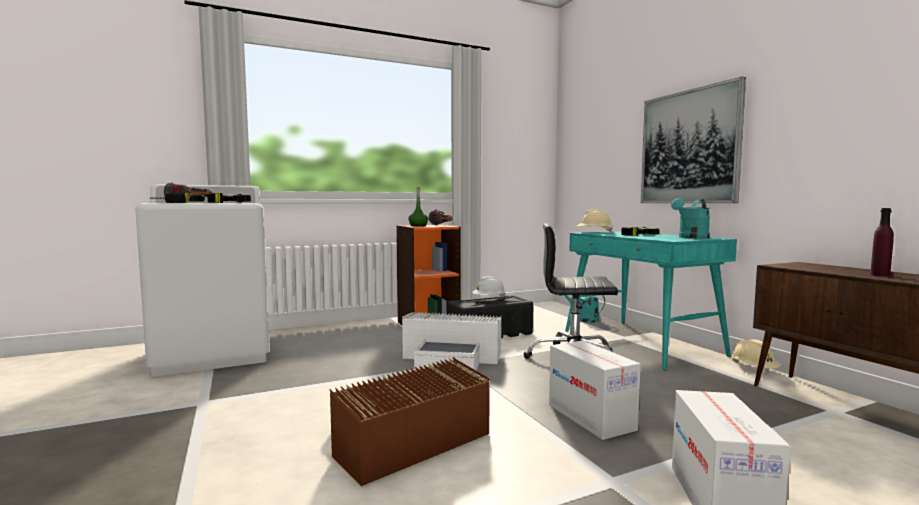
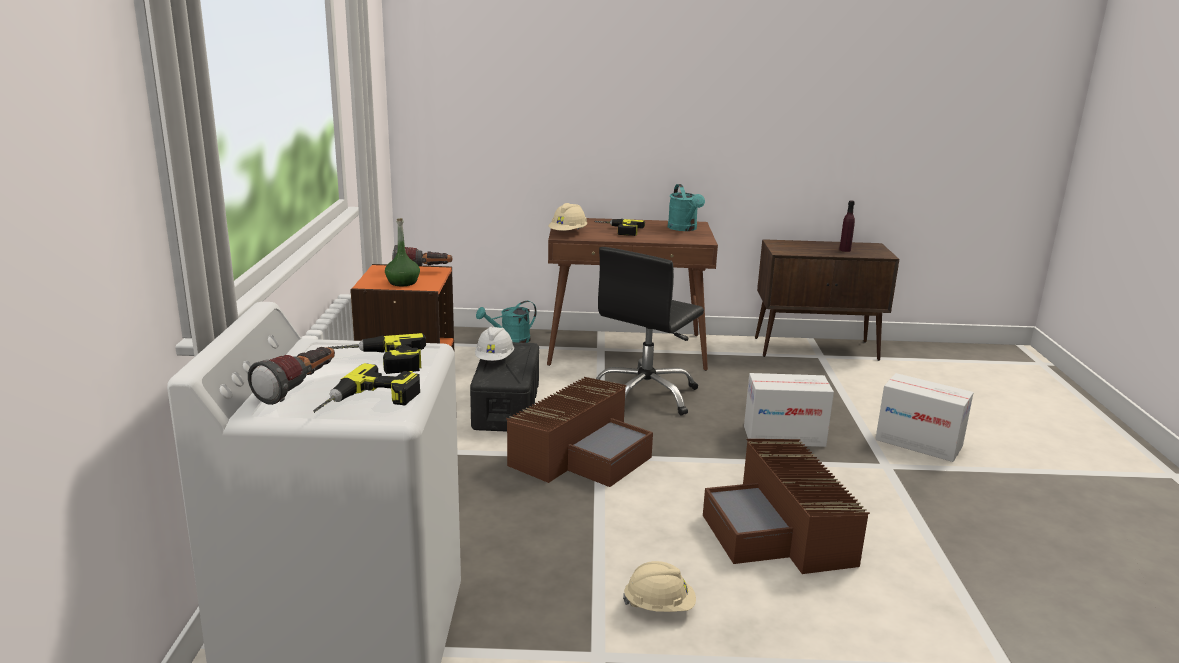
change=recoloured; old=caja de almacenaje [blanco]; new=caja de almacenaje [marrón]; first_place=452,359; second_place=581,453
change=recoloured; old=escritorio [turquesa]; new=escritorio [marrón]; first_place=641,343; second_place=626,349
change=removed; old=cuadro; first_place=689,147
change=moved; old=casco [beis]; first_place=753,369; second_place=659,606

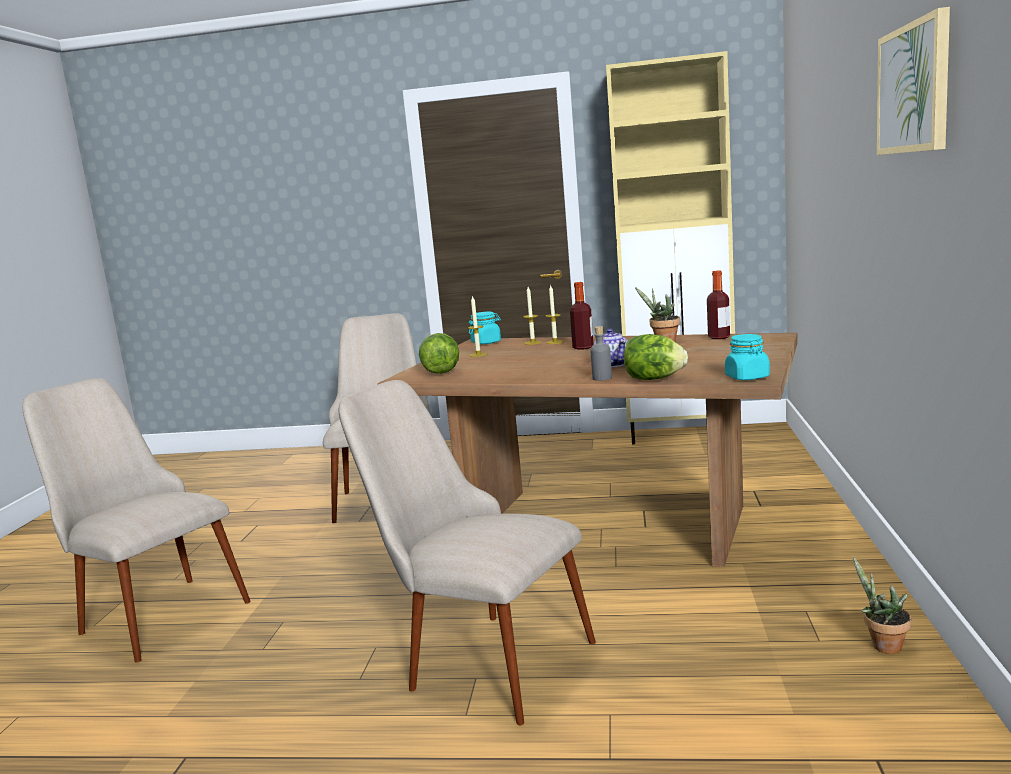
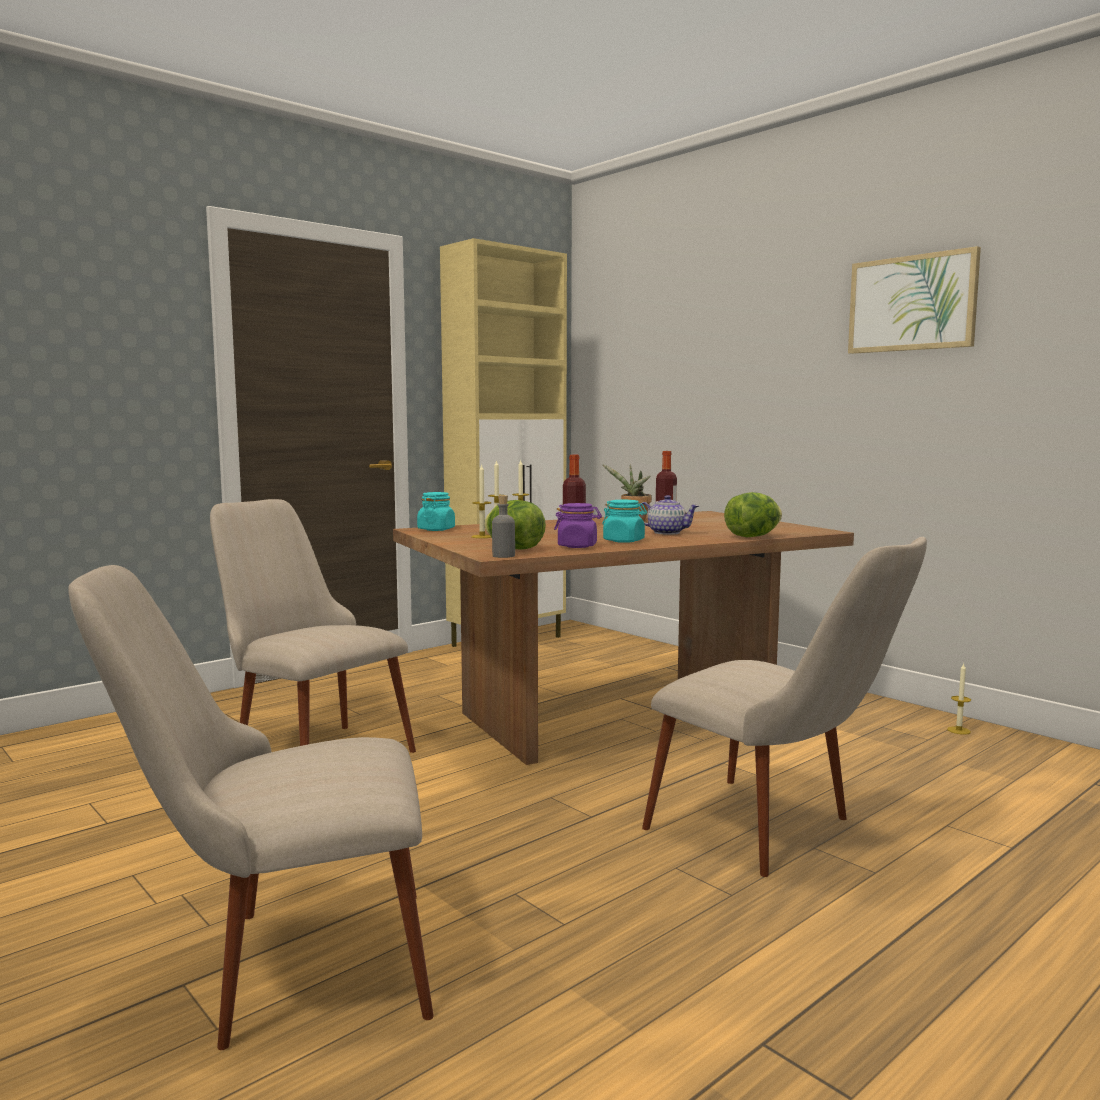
change=turned; old=silla [beis]; first_place=477,657; second_place=777,835; degrees=-120
change=moved; old=botella [gris]; first_place=602,378; second_place=503,556
change=moved; old=tarro [turquesa]; first_place=747,377; second_place=624,541
change=replaced; old=planta en maceta; new=vela; first_place=882,645; second_place=958,730
change=added; new=tarro [morado]; second_place=577,546

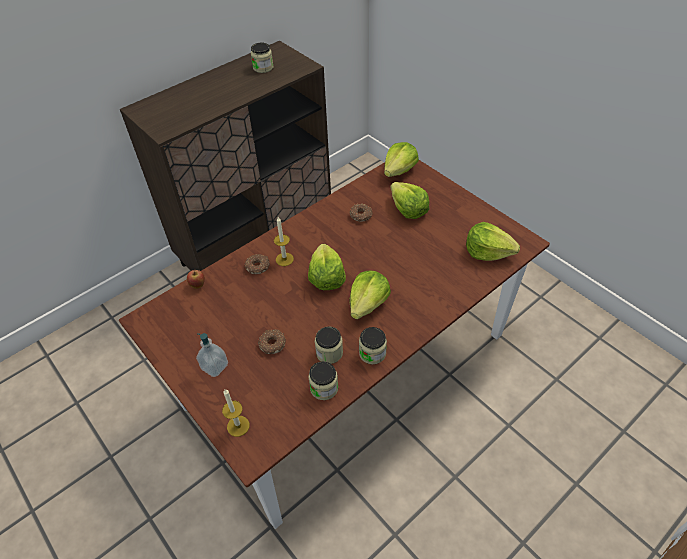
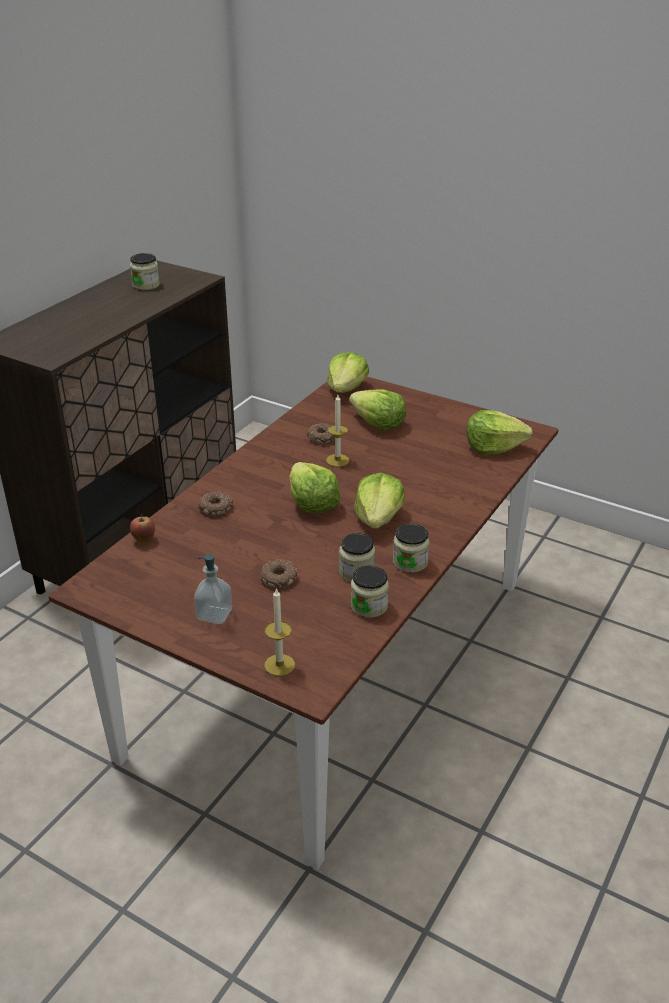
change=moved; old=vela; first_place=284,259; second_place=337,460

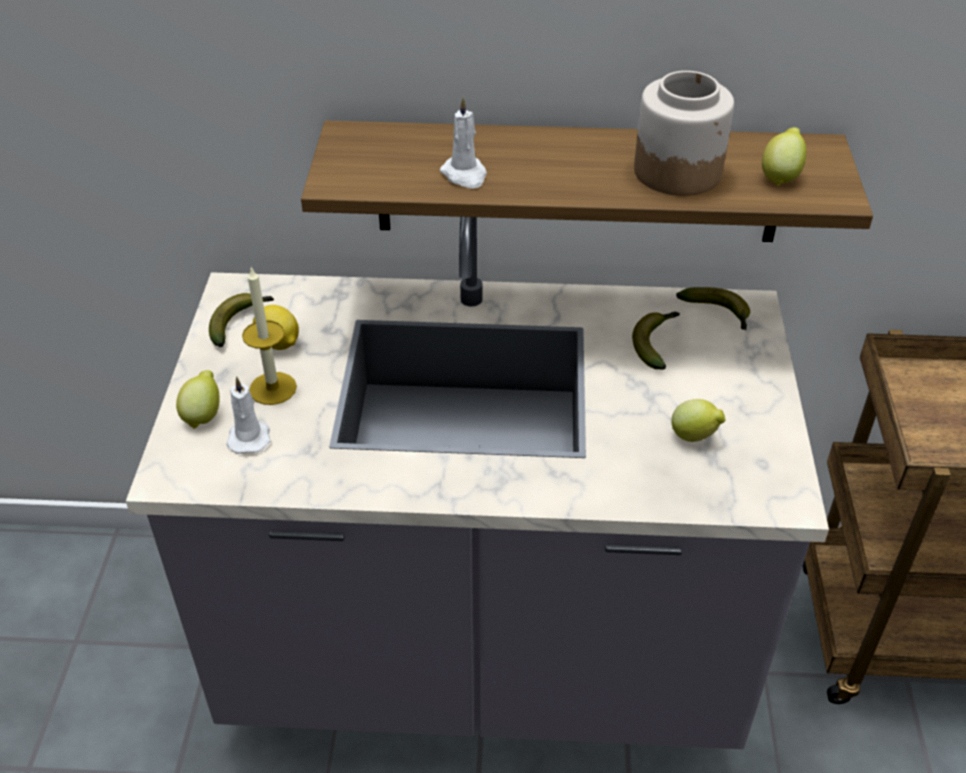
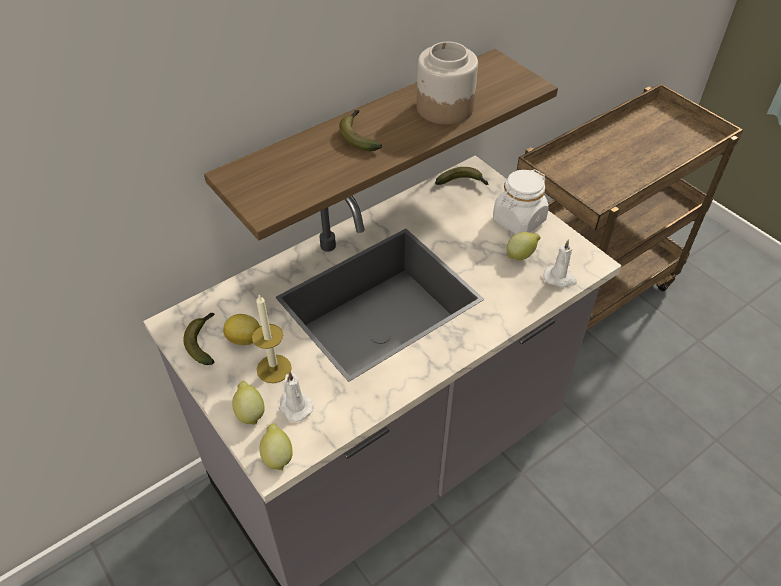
change=moved; old=vela [blanco]; first_place=465,175; second_place=560,278
change=moved; old=plátano; first_place=656,343; second_place=358,136
change=moved; old=limón; first_place=780,176; second_place=277,456
change=added; new=tarro [blanco]; second_place=518,220

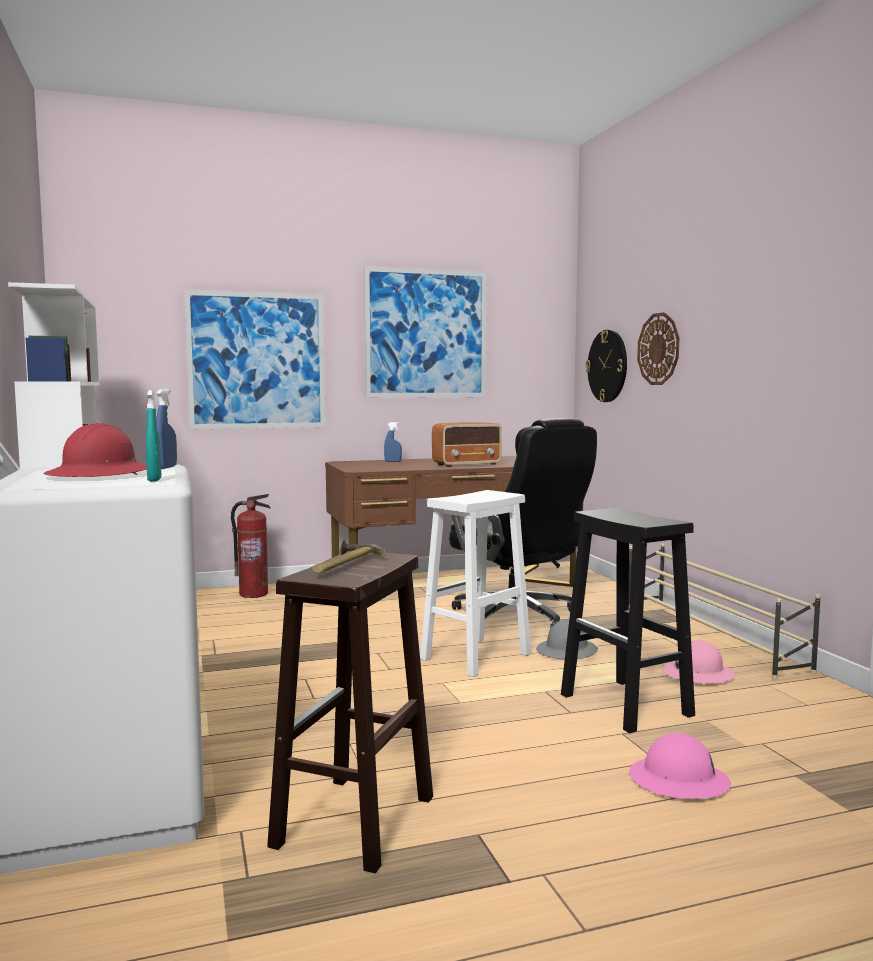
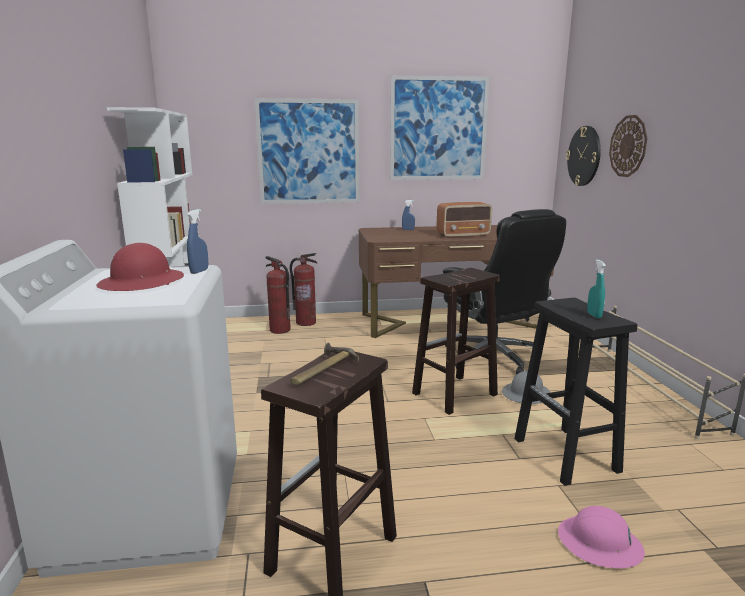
change=moved; old=pulverizador [turquesa]; first_place=154,480; second_place=594,315
change=recoloured; old=taburete [blanco]; new=taburete [marrón]; first_place=475,657; second_place=454,394
change=removed; old=casco [rosa]; first_place=697,674
change=added; new=extintor; second_place=280,330

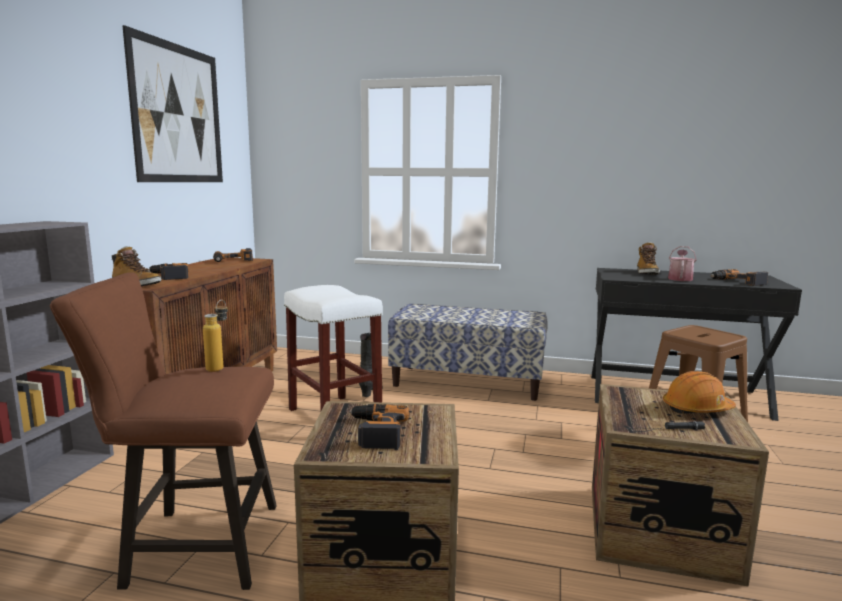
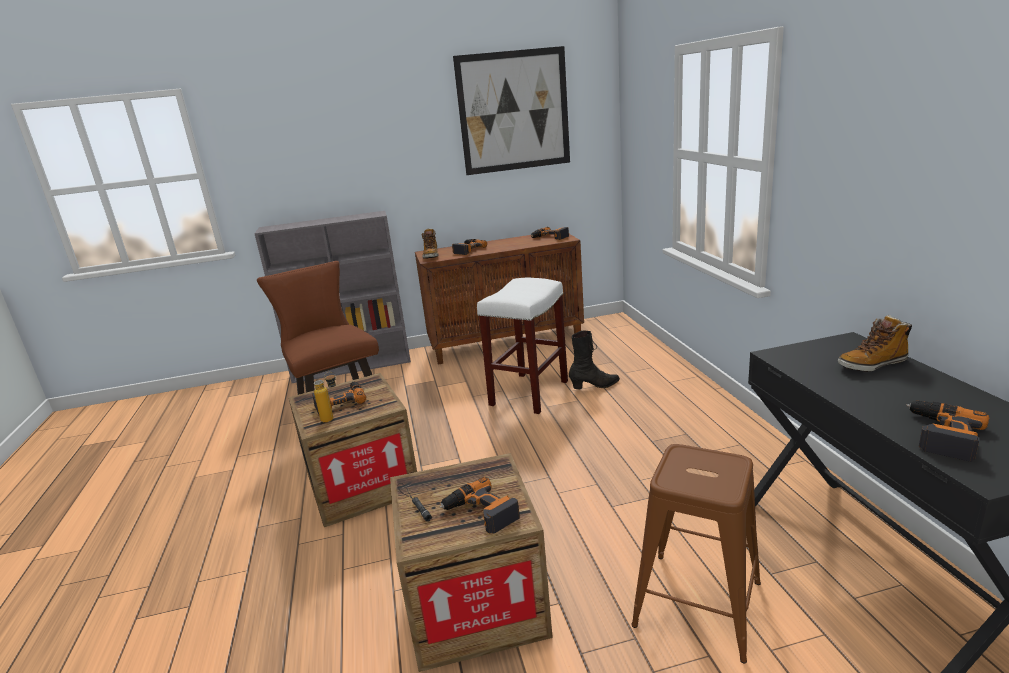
change=moved; old=botella; first_place=219,367; second_place=332,419
change=removed; old=banco; first_place=468,382
change=replaced; old=casco [naranja]; new=taladro; first_place=696,409; second_place=480,513
change=removed; old=regadera; first_place=680,278

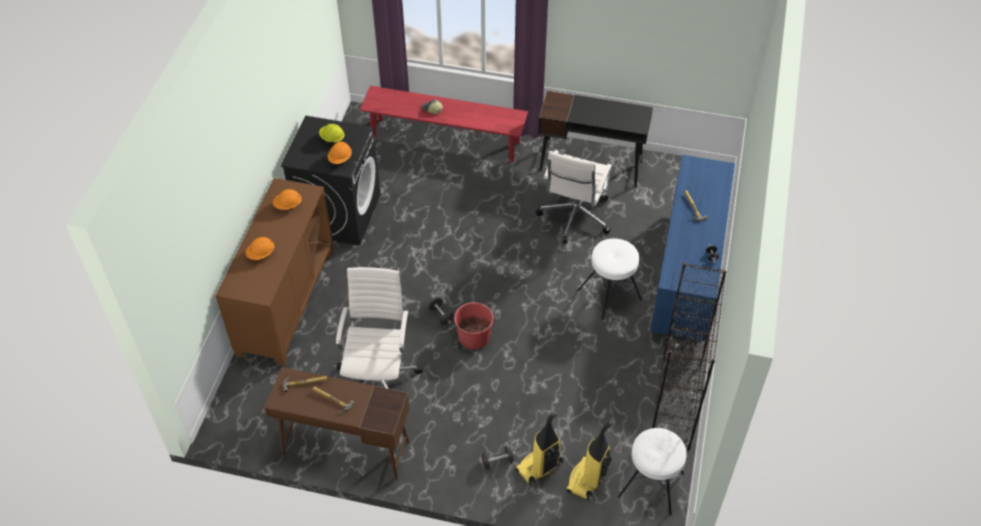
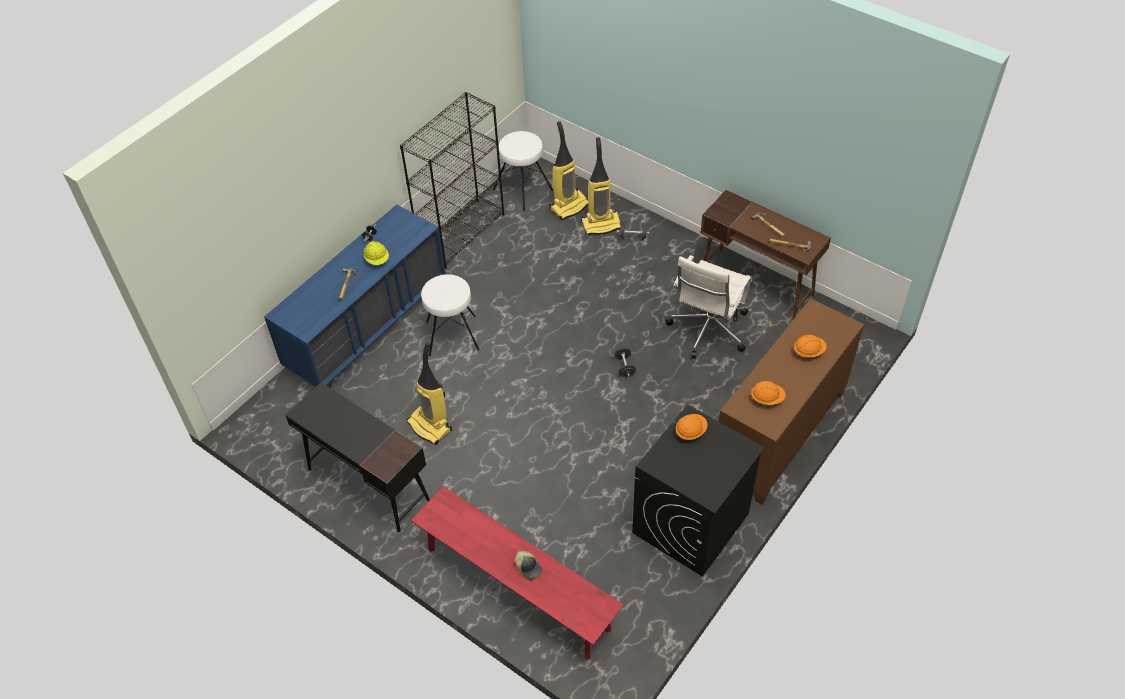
change=moved; old=casco [amarillo]; first_place=332,139; second_place=377,260
change=removed; old=cubo [rojo]; first_place=474,336
change=replaced; old=silla de oficina [blanco]; new=aspiradora; first_place=574,217; second_place=430,426

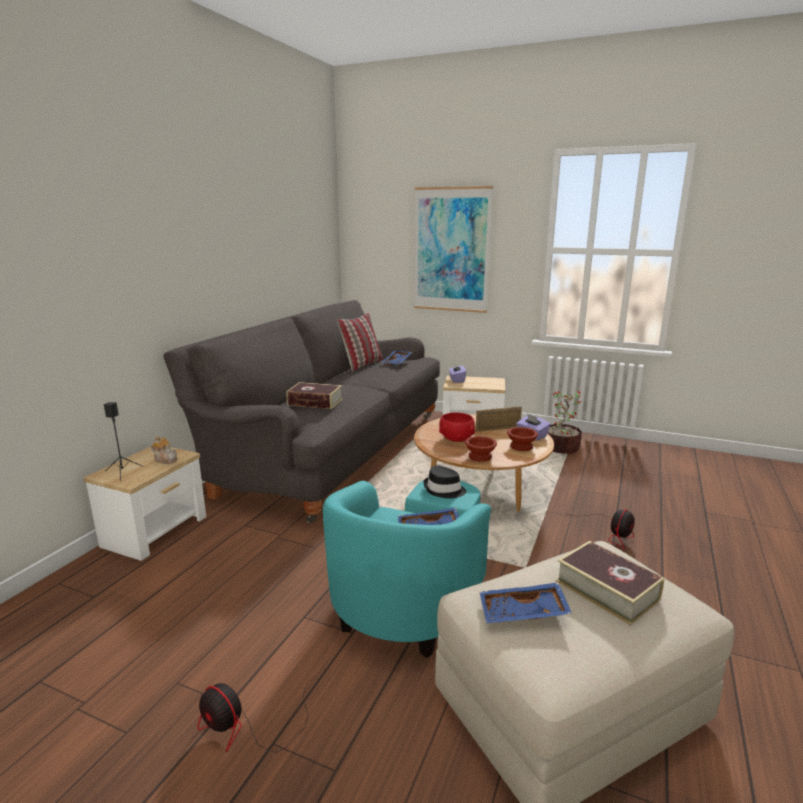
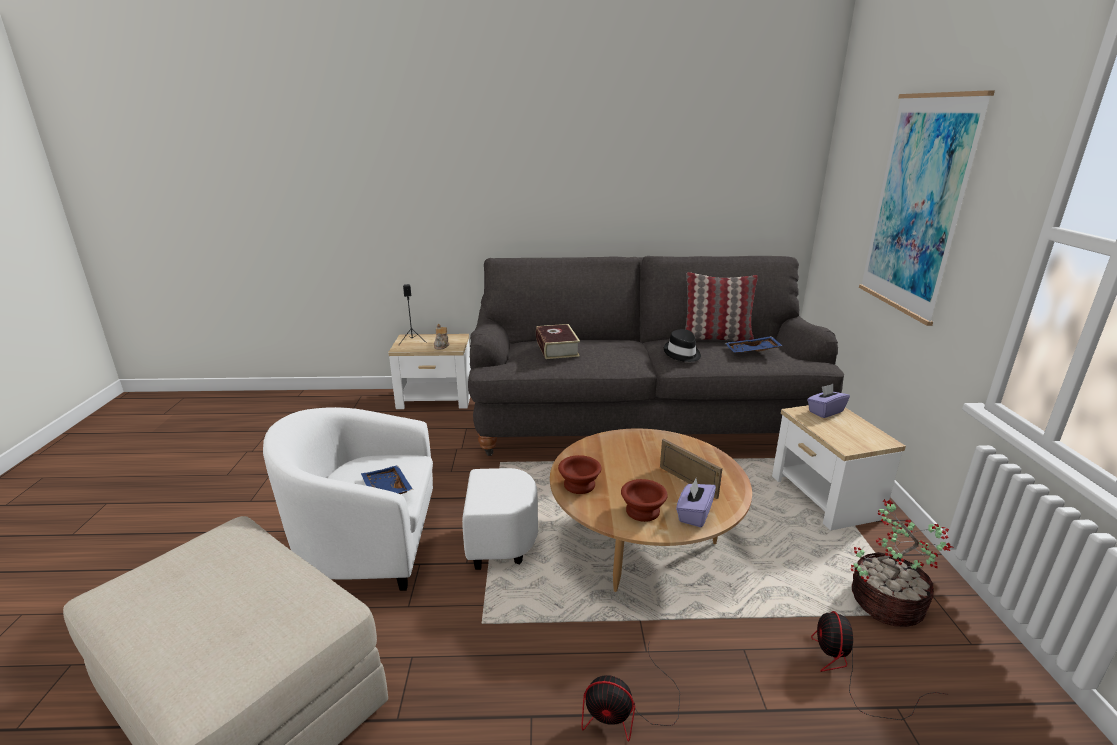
change=moved; old=ventilador; first_place=248,727; second_place=851,672
change=recoloured; old=sillón [turquesa]; new=sillón [blanco]; first_place=413,593; second_place=400,548
change=moved; old=sombrero [negro]; first_place=444,490; second_place=682,353
change=removed; old=cuenco [rojo]; first_place=456,439
change=removed; old=bandeja [azul]; first_place=523,614
change=removed; old=libro; first_place=606,590

